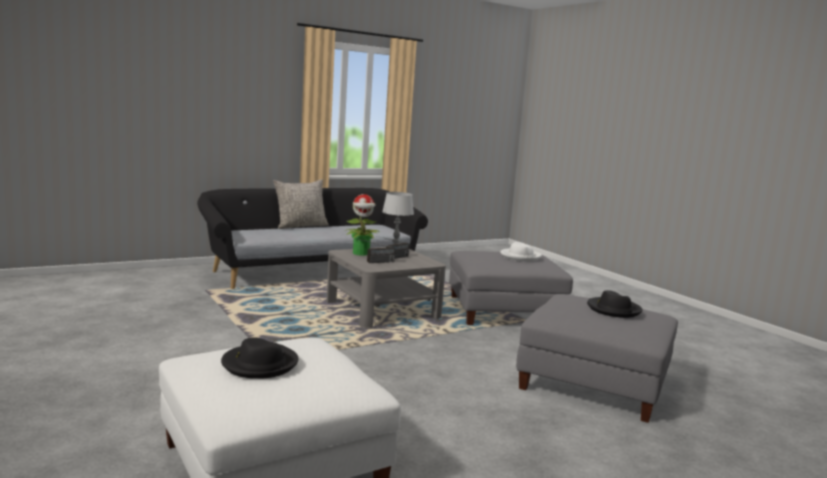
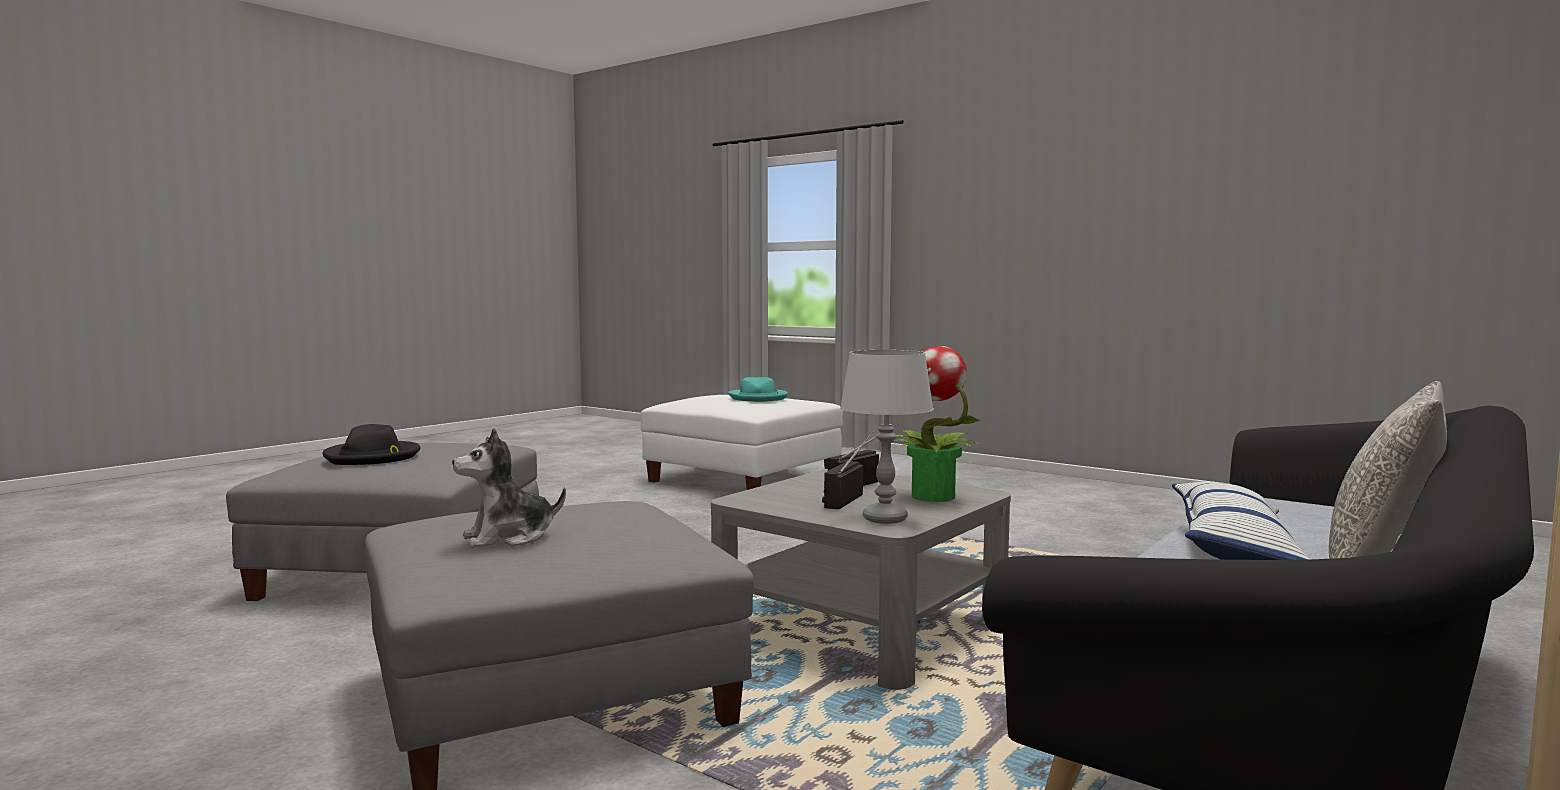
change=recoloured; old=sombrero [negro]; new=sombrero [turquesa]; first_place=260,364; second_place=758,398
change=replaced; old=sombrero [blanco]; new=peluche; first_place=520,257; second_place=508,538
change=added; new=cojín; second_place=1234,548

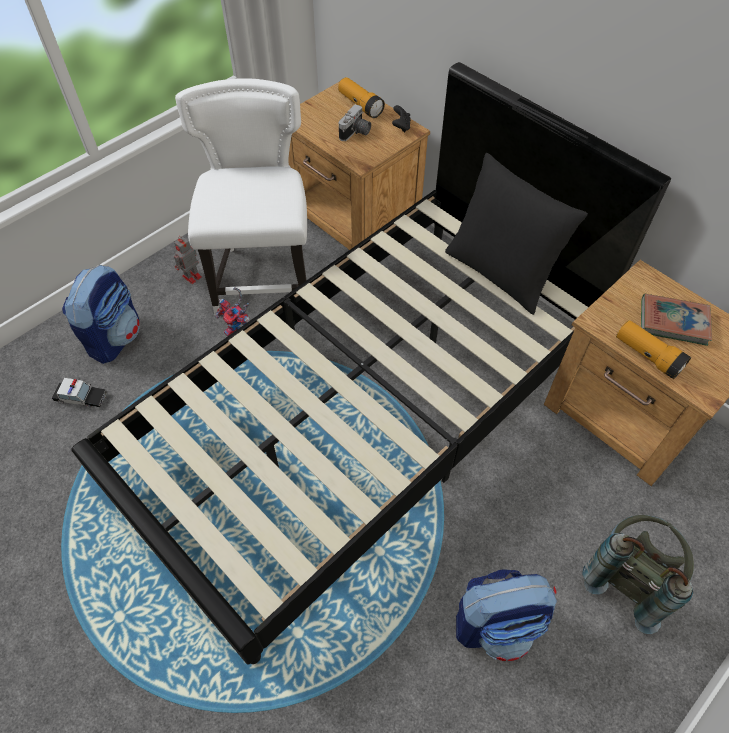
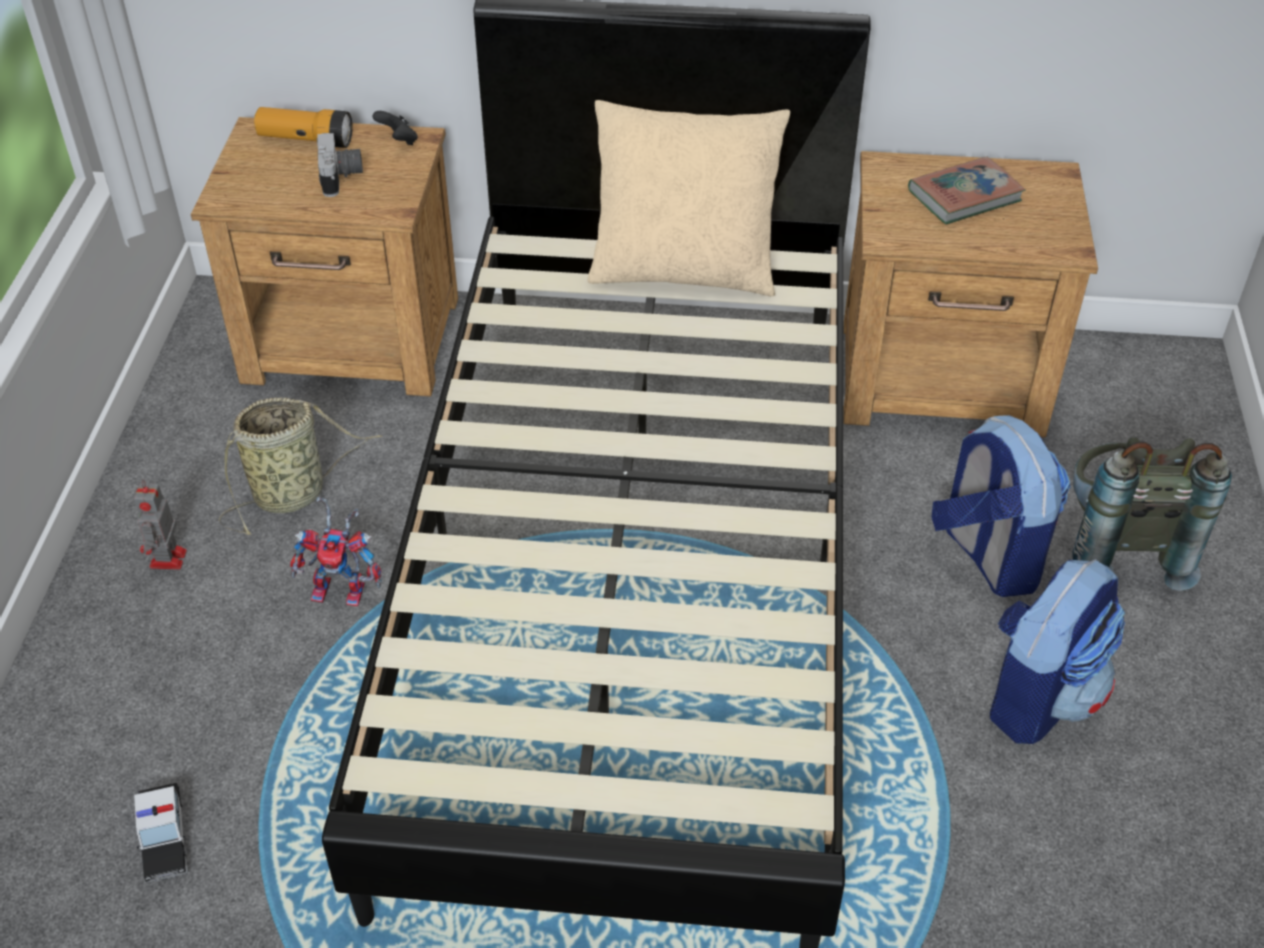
change=turned; old=coche de juguete; first_place=81,397; second_place=164,837; degrees=105
change=moved; old=mochila; first_place=115,337; second_place=987,555
change=replaced; old=silla [blanco]; new=cesta; first_place=264,277; second_place=294,493
change=recoloured; old=cojín [negro]; new=cojín [beis]; first_place=500,272; second_place=683,270
change=removed; old=linterna; first_place=647,356

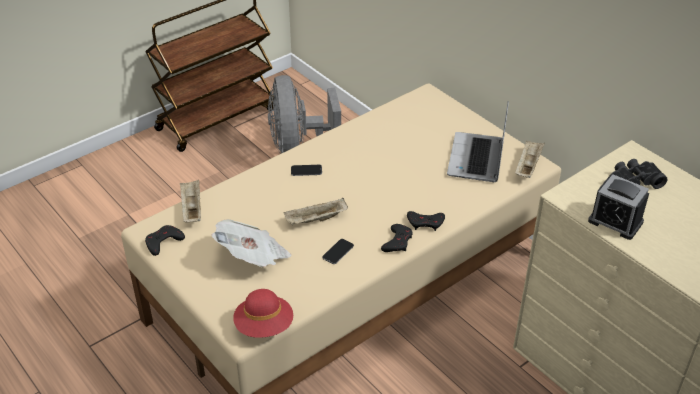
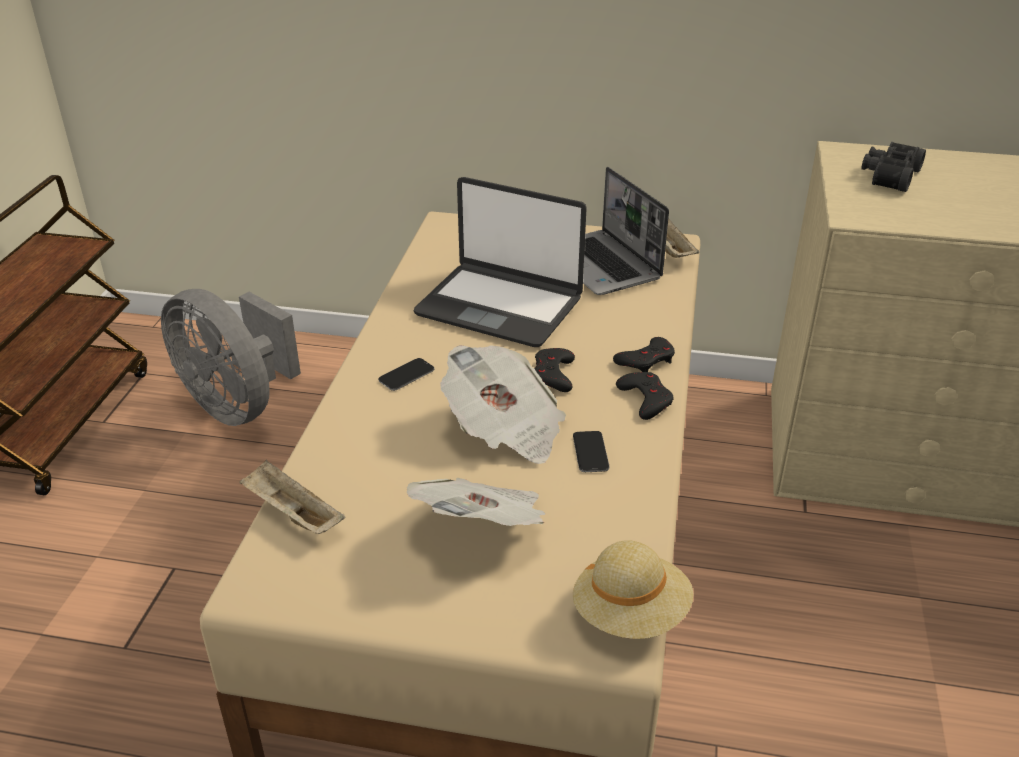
change=moved; old=mando de consola [negro]; first_place=163,242; second_place=553,374
change=recoloured; old=sombrero [rojo]; new=sombrero [beis]; first_place=264,326; second_place=631,613
change=replaced; old=bandeja [beis]; new=periódico; first_place=316,220; second_place=505,429
change=removed; old=despertador; first_place=615,221
change=added; new=portátil; second_place=500,306

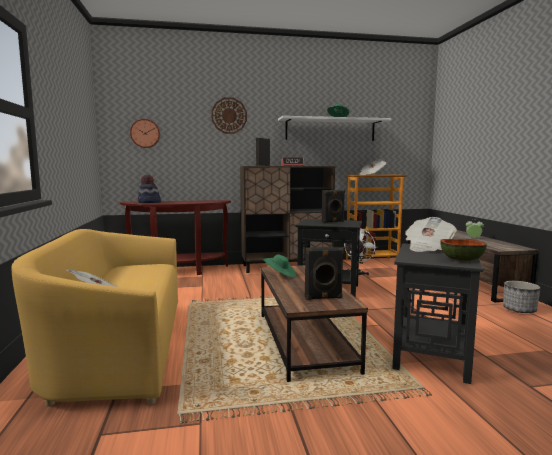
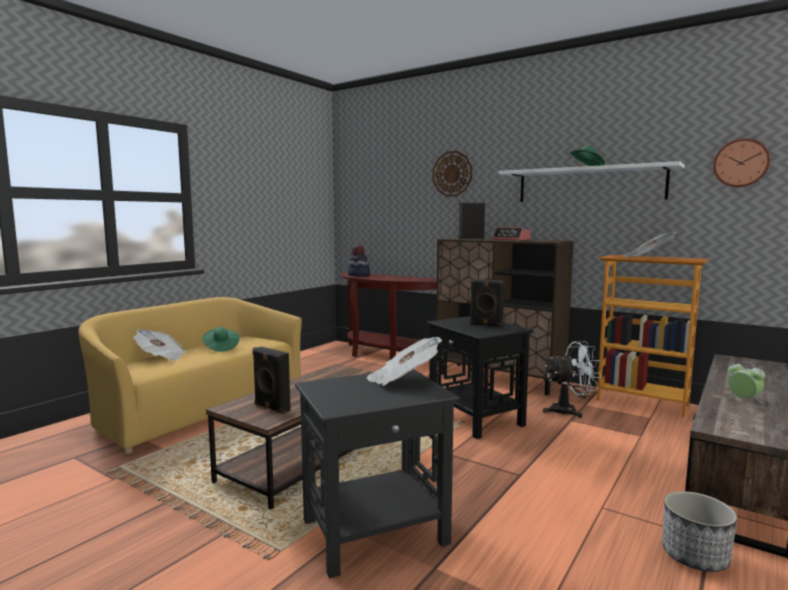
change=moved; old=reloj de pared; first_place=145,133; second_place=741,163
change=moved; old=sombrero [verde]; first_place=280,275; second_place=221,347
change=removed; old=cuenco; first_place=461,259

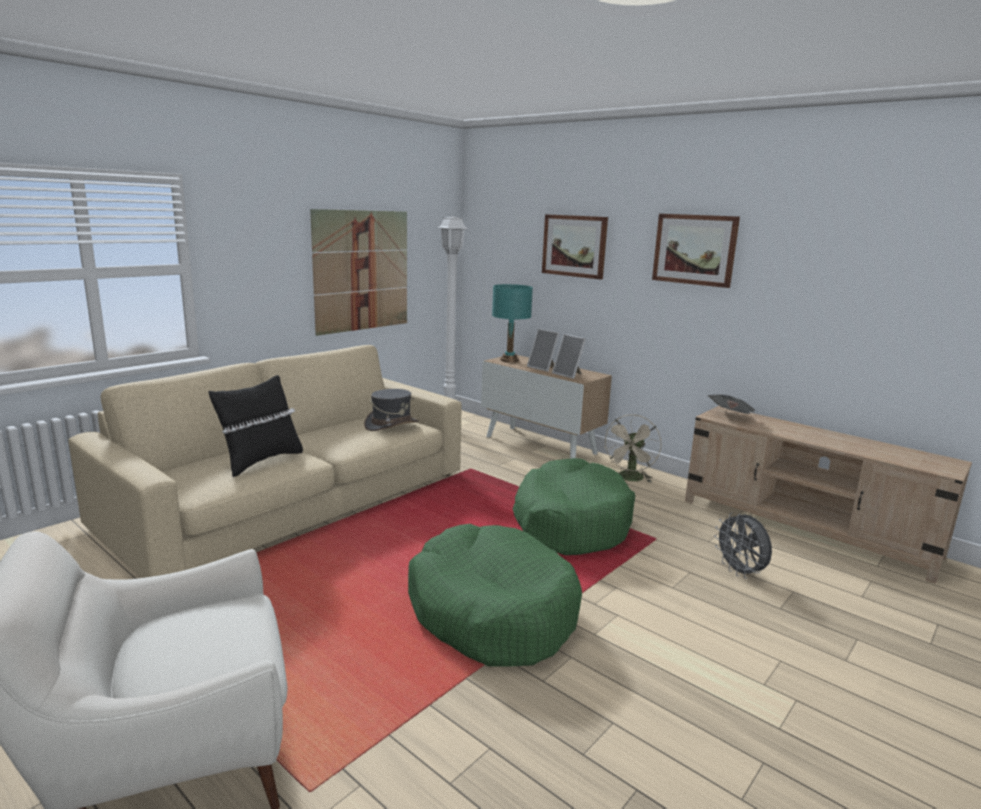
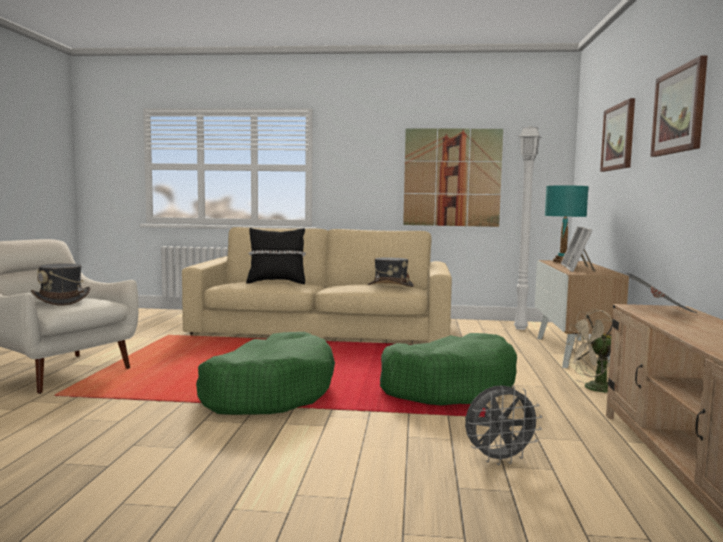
change=turned; old=ventilador [gris]; first_place=740,572; second_place=499,459; degrees=-135
change=added; new=sombrero [gris]; second_place=62,300

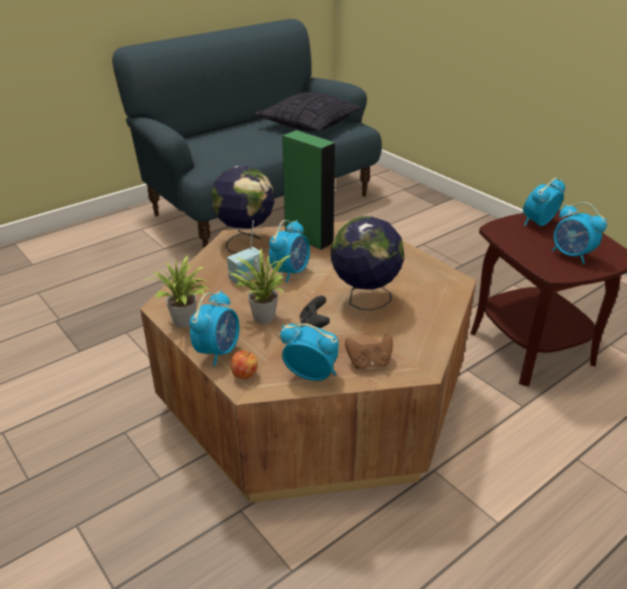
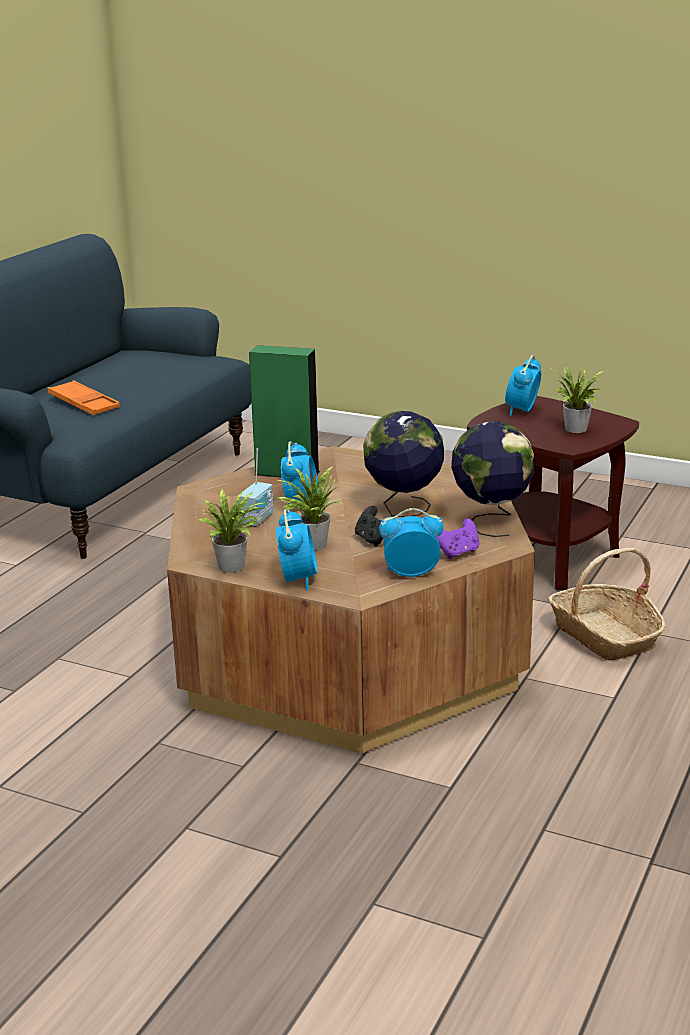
change=moved; old=globo terráqueo; first_place=245,240; second_place=491,522
change=removed; old=manzana; first_place=244,375
change=removed; old=cojín; first_place=309,125
change=recoloured; old=mando de consola [marrón]; new=mando de consola [morado]; first_place=369,363; second_place=457,553
change=replaced; old=despertador; new=planta en maceta; first_place=571,255; second_place=575,430
change=added; new=bandeja [naranja]; second_place=84,404
change=added; new=cesta; second_place=605,635

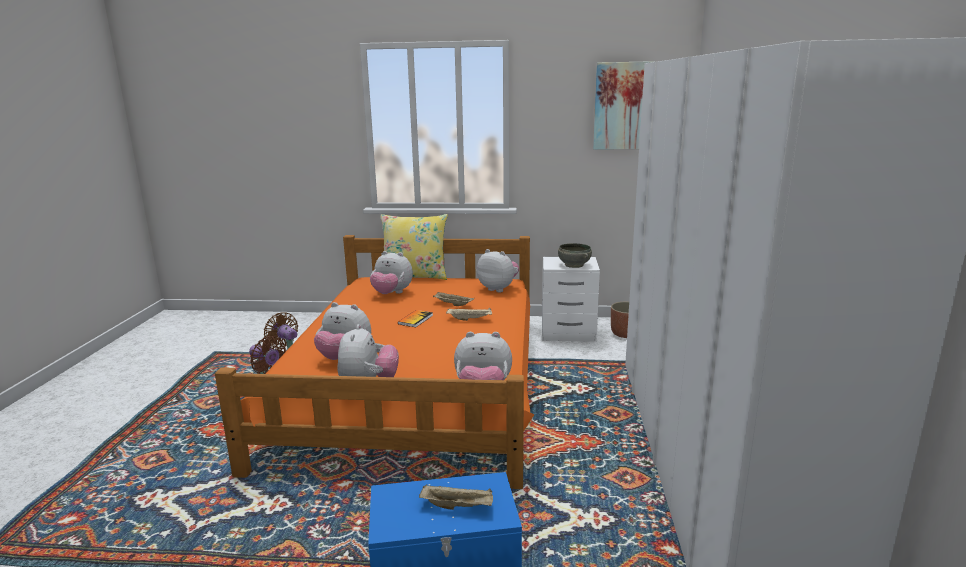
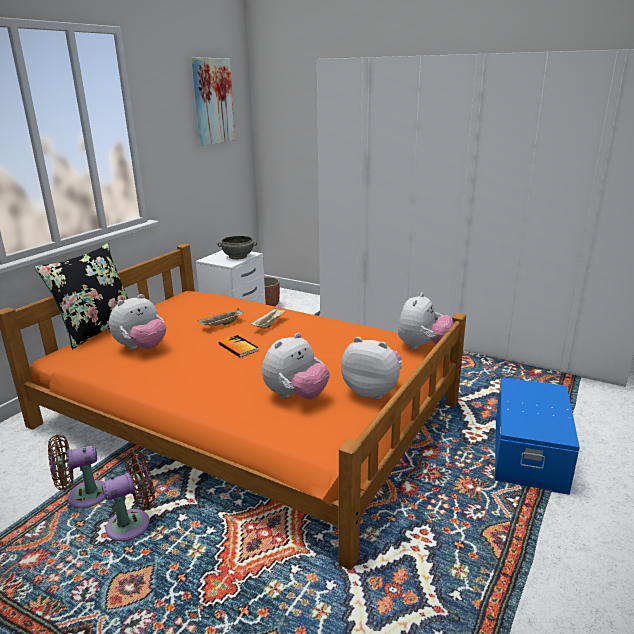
change=recoloured; old=cojín [amarillo]; new=cojín [negro]; first_place=415,276; second_place=97,329
change=removed; old=bandeja [beis]; first_place=458,506
change=removed; old=peluche; first_place=498,289

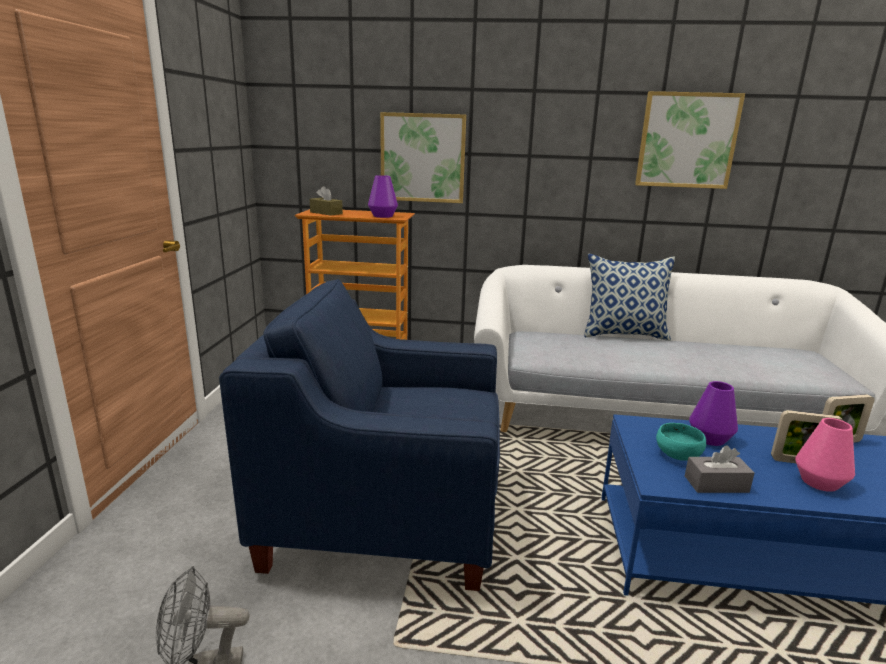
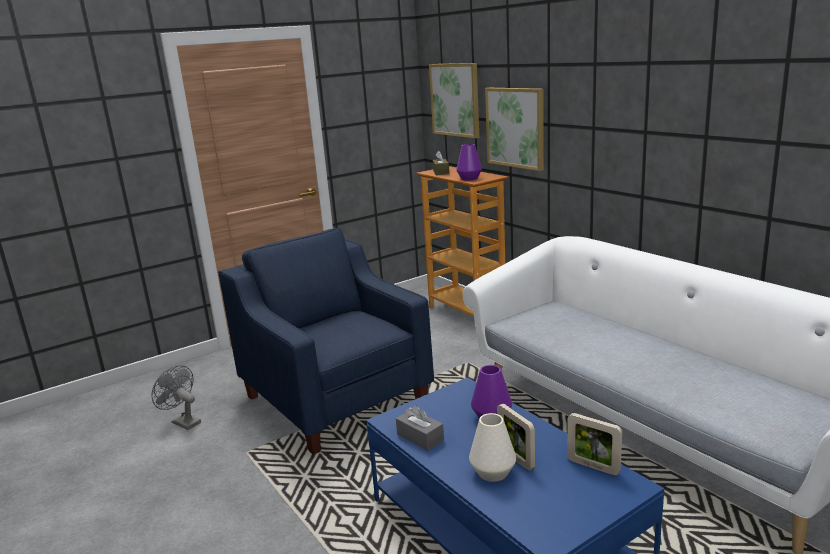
change=removed; old=cojín; first_place=624,334
change=moved; old=cuadro; first_place=687,140; second_place=455,99
change=removed; old=cuenco [turquesa]; first_place=676,455
change=recoloured; old=florero [rosa]; new=florero [blanco]; first_place=819,482; second_place=493,472

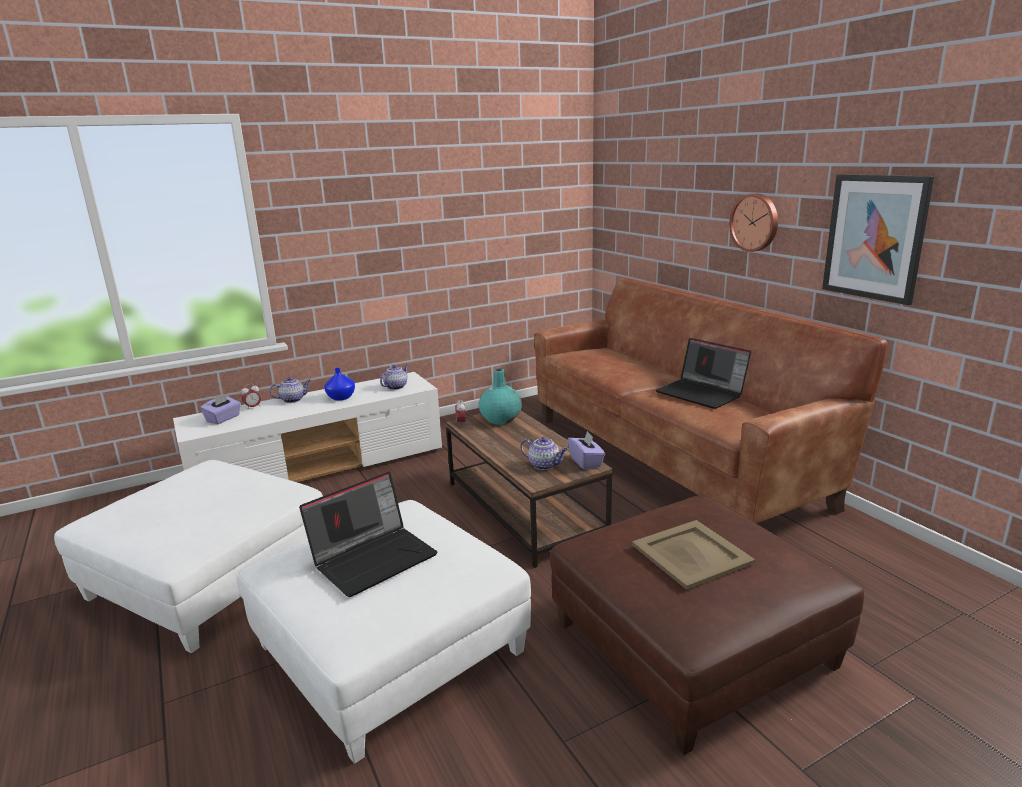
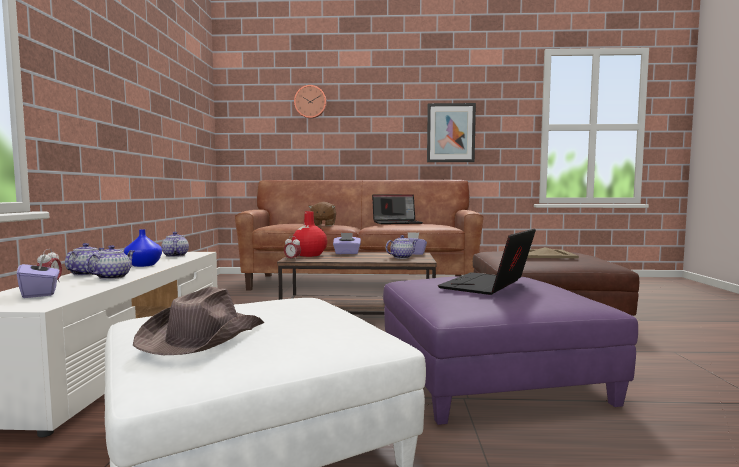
change=recoloured; old=puf [blanco]; new=puf [morado]; first_place=390,647; second_place=488,375
change=turned; old=portátil; first_place=374,558; second_place=488,286; degrees=-135
change=recoloured; old=florero [turquesa]; new=florero [rojo]; first_place=501,419; second_place=309,255
change=moved; old=reloj de pared; first_place=755,222; second_place=310,102
change=added; new=tetera; second_place=112,277
change=added; new=sombrero [marrón]; second_place=202,336
change=added; new=peluche [marrón]; second_place=323,225
change=added; new=caja de pañuelos [morado]; second_place=347,253

